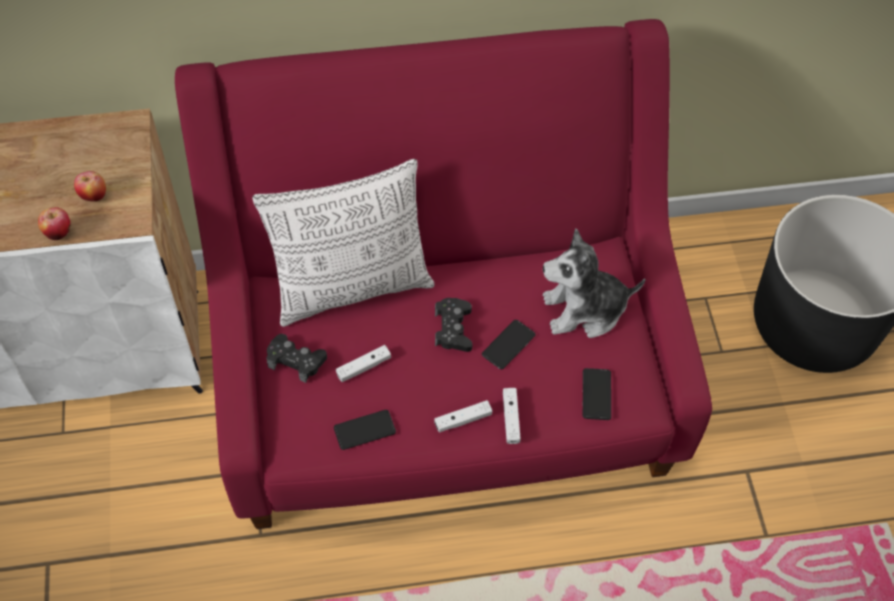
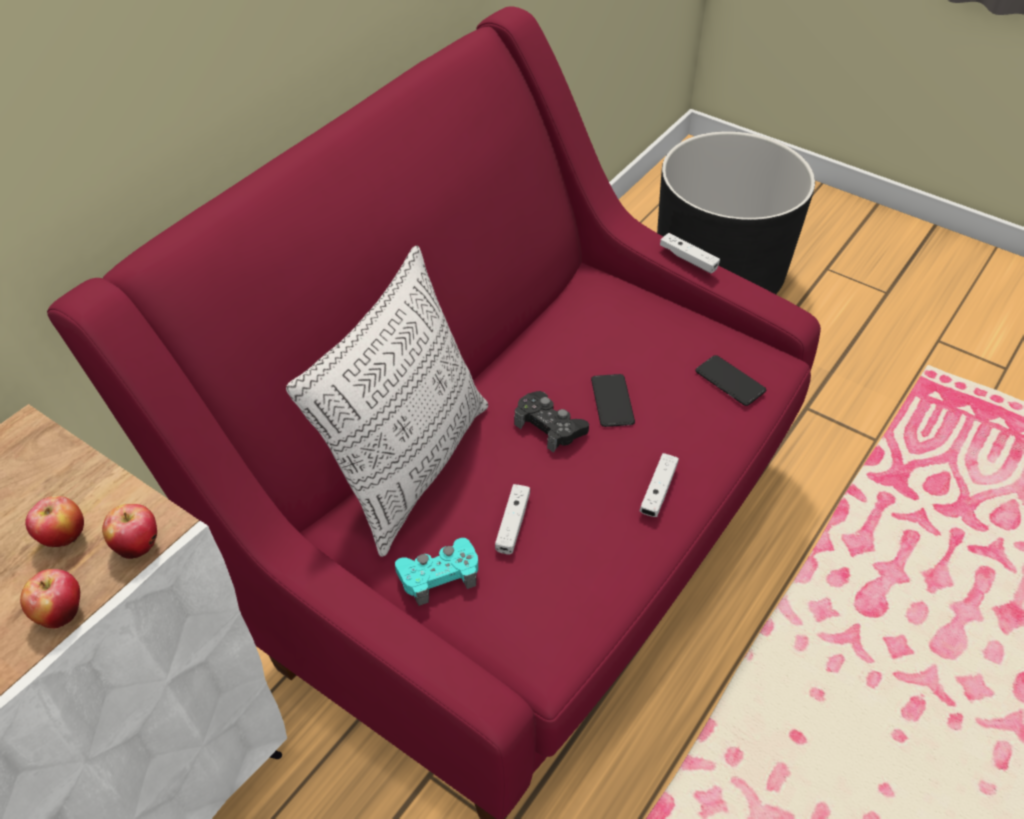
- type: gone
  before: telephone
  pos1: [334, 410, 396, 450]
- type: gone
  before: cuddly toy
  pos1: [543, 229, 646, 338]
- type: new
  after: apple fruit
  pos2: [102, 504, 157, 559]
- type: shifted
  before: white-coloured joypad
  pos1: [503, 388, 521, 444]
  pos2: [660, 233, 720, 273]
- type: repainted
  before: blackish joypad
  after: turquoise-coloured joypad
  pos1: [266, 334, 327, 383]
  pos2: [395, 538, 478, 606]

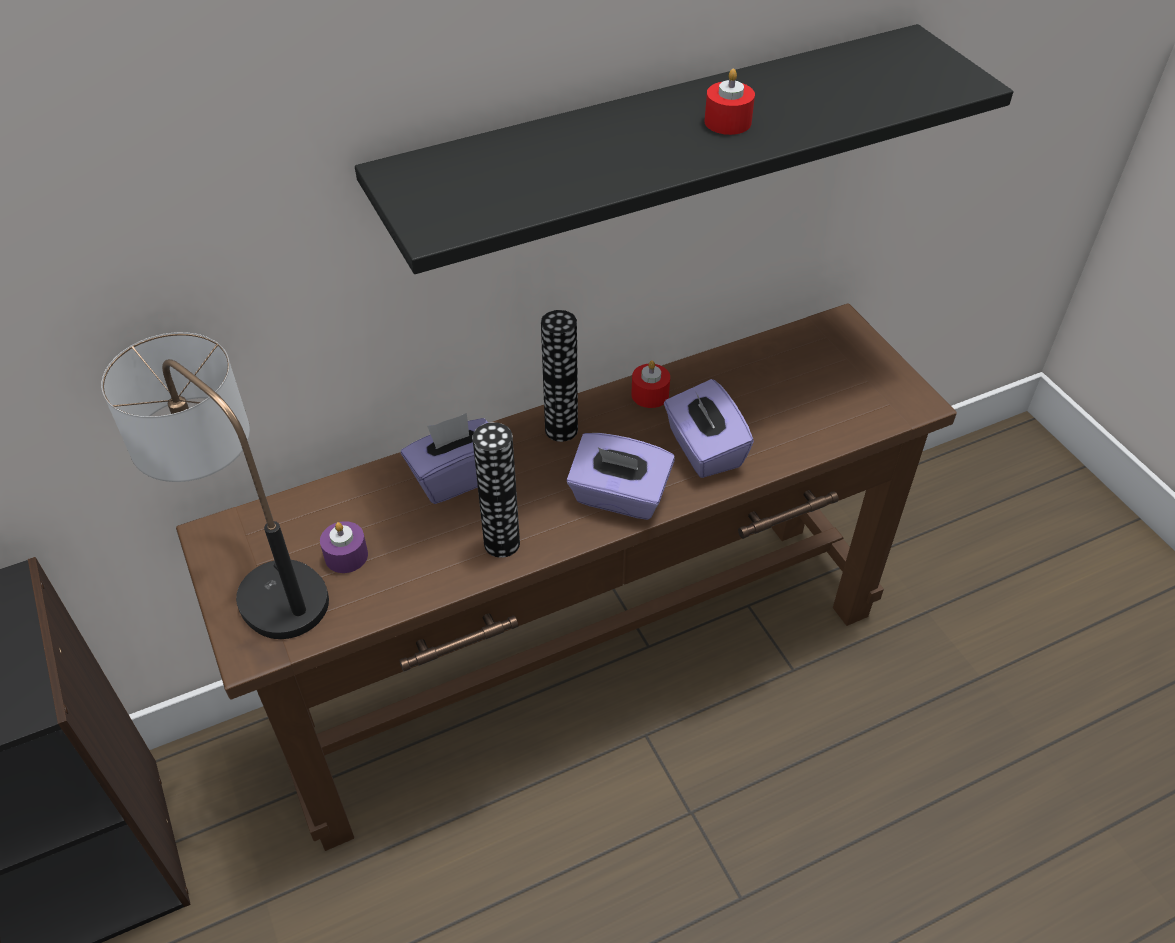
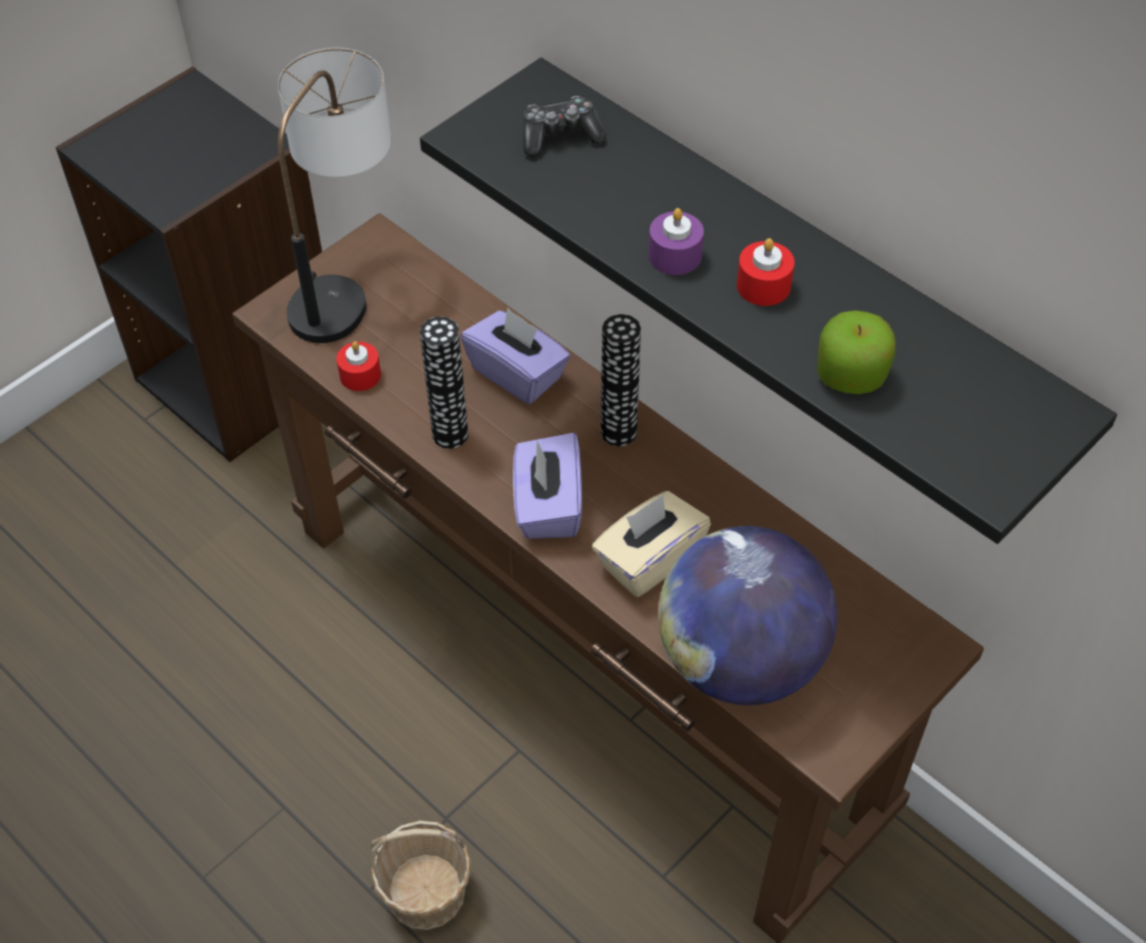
- type: new
  after: storage basket
  pos2: [371, 821, 471, 930]
- type: new
  after: joypad
  pos2: [523, 96, 606, 156]
- type: new
  after: world globe
  pos2: [658, 526, 838, 705]
- type: new
  after: apple fruit
  pos2: [817, 311, 896, 394]
- type: shifted
  before: purple-coloured wax light
  pos1: [320, 521, 368, 573]
  pos2: [649, 208, 704, 275]
- type: shifted
  before: red wax light
  pos1: [631, 360, 670, 408]
  pos2: [336, 341, 381, 391]
- type: repainted
  before: purple-coloured tissue holder
  after: sand-coloured tissue holder
  pos1: [664, 379, 754, 478]
  pos2: [592, 491, 711, 597]

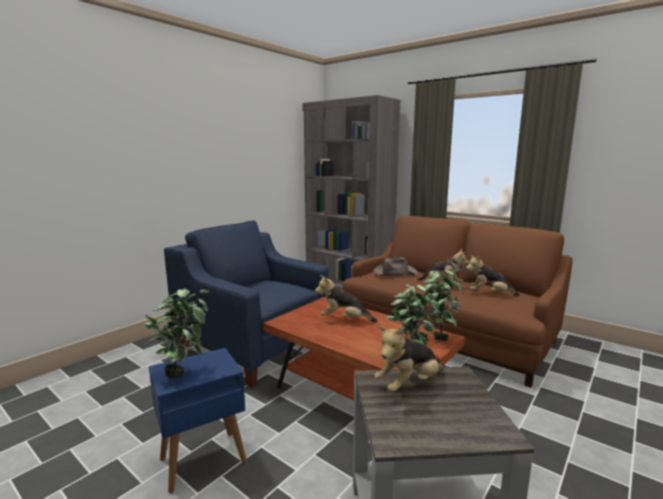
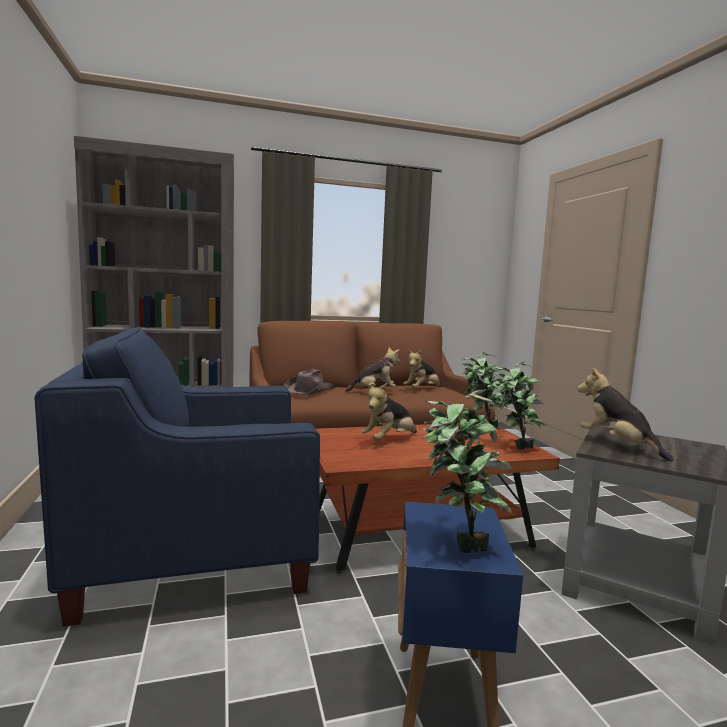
- type: rotated
  before: cuddly toy
  pos1: [374, 326, 444, 392]
  pos2: [577, 368, 673, 461]
  turn: 150

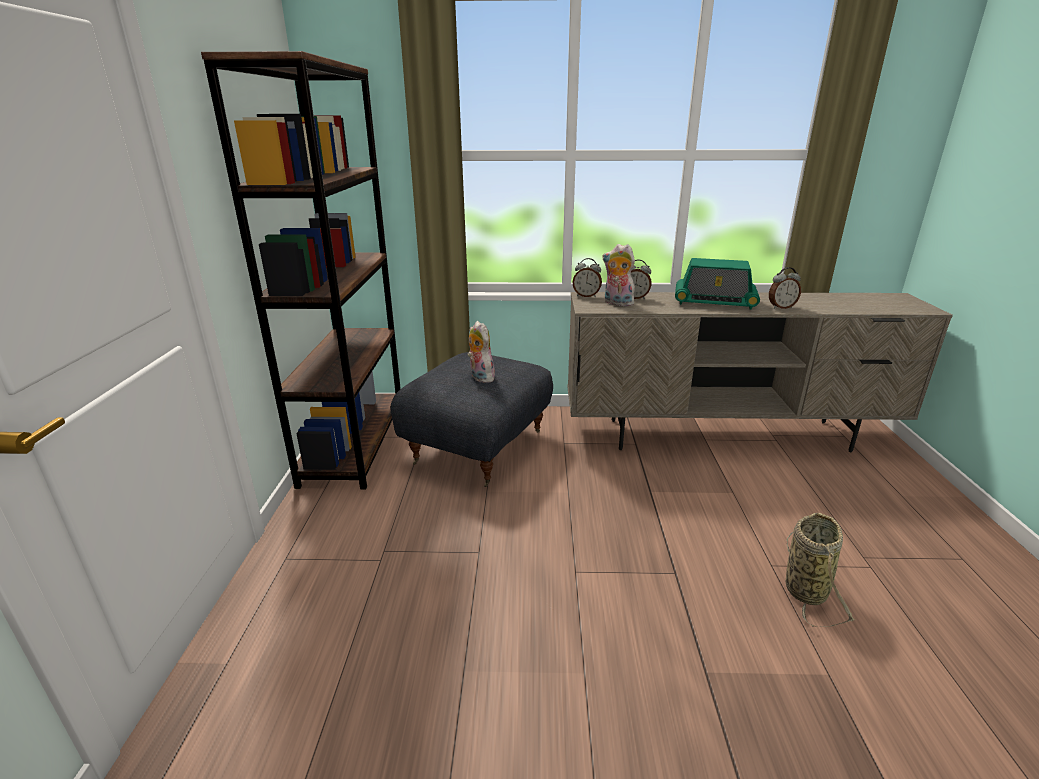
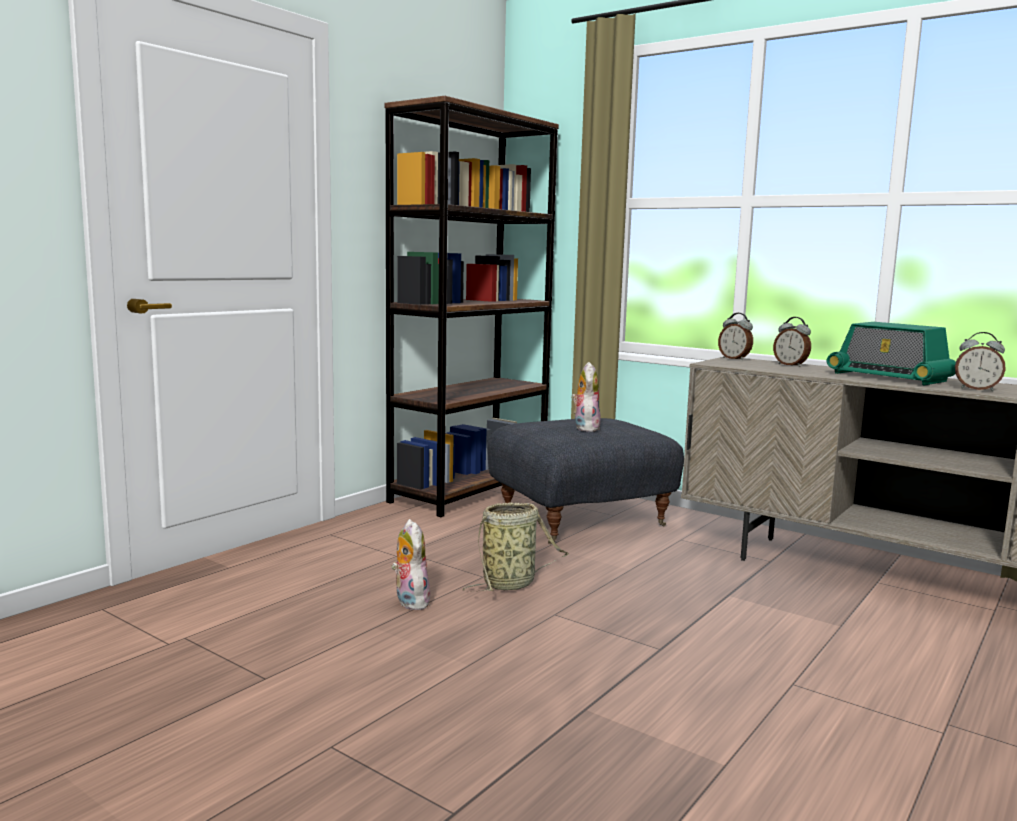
- type: shifted
  before: cuddly toy
  pos1: [602, 244, 636, 306]
  pos2: [391, 519, 430, 610]
- type: shifted
  before: storage basket
  pos1: [786, 513, 855, 627]
  pos2: [463, 502, 569, 592]

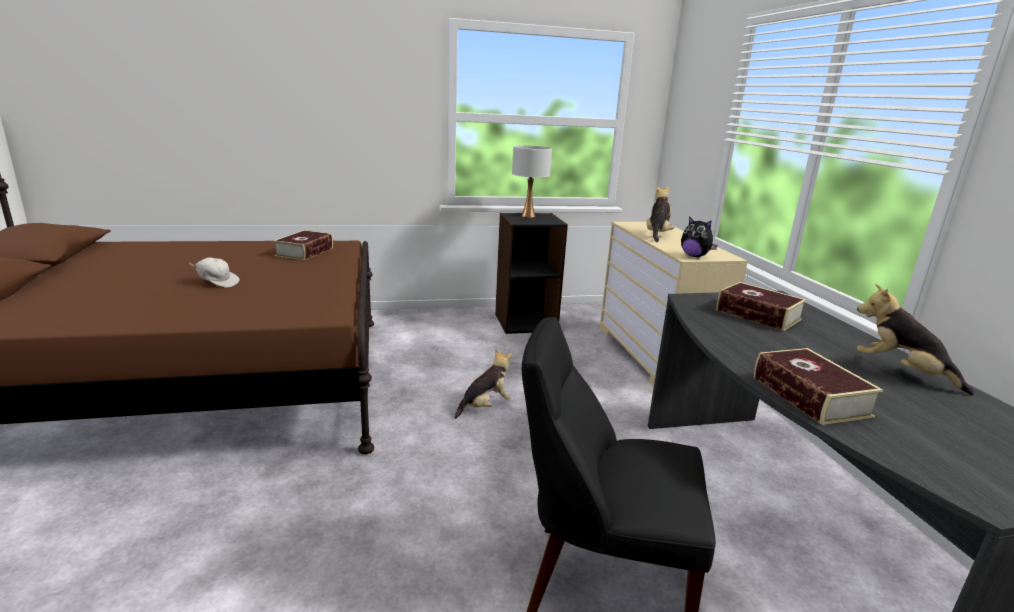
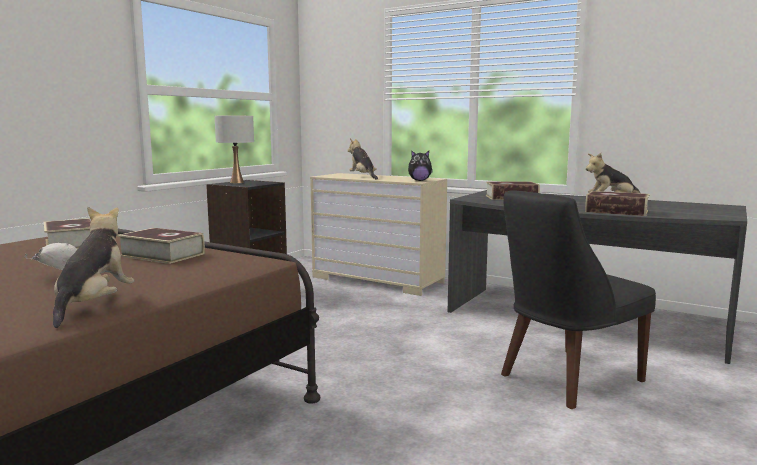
- type: new
  after: bound book
  pos2: [117, 228, 205, 264]
- type: shifted
  before: cuddly toy
  pos1: [454, 349, 512, 419]
  pos2: [53, 207, 135, 328]

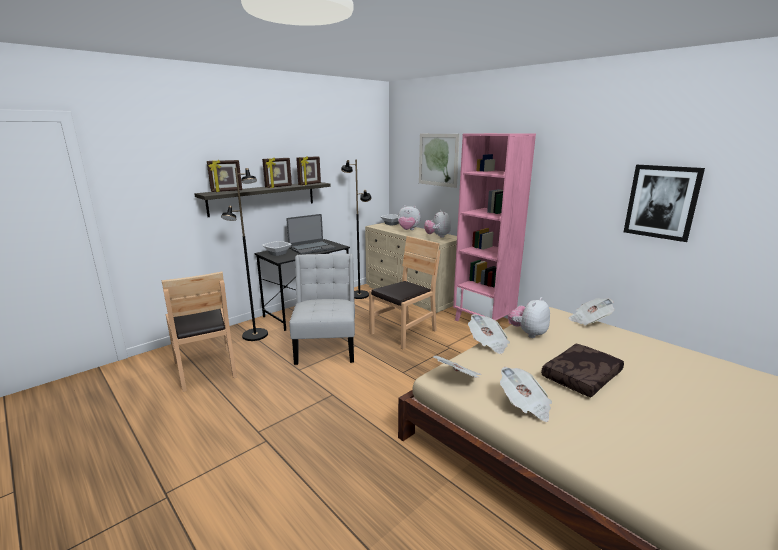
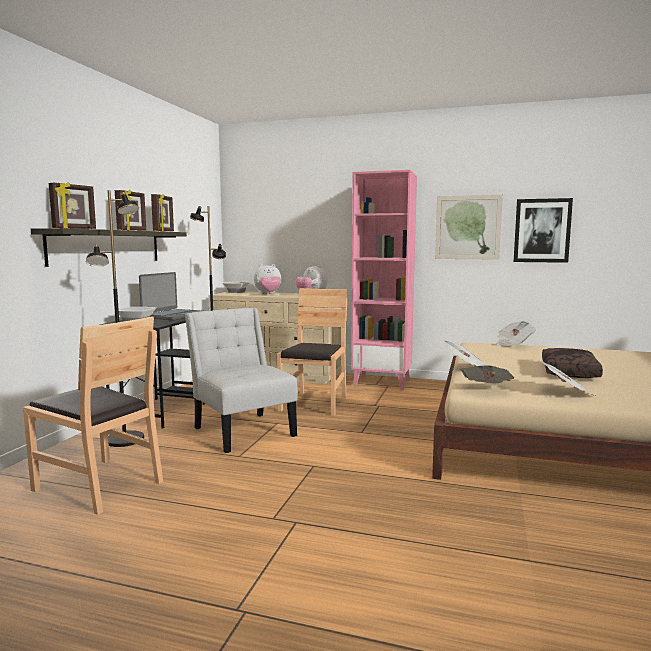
- type: gone
  before: cuddly toy
  pos1: [508, 297, 550, 338]
- type: shifted
  before: wall art
  pos1: [419, 134, 460, 188]
  pos2: [435, 195, 503, 260]

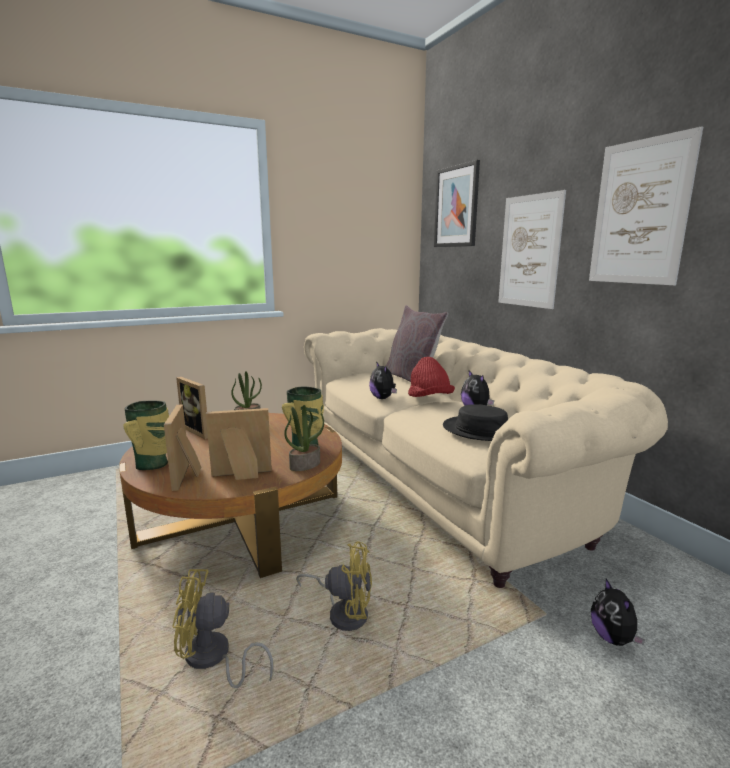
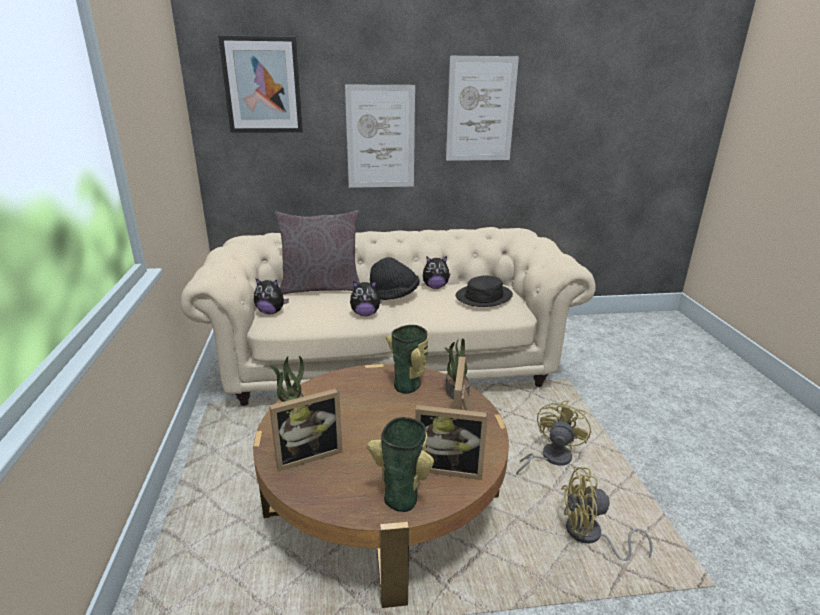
- type: shifted
  before: cuddly toy
  pos1: [591, 579, 645, 646]
  pos2: [254, 278, 289, 314]
- type: repainted
  before: red hat
  after: blackish hat
  pos1: [408, 357, 455, 397]
  pos2: [370, 257, 420, 300]
- type: rotated
  before: yellow-coloured fan
  pos1: [173, 569, 274, 688]
  pos2: [561, 467, 653, 561]
  turn: 75

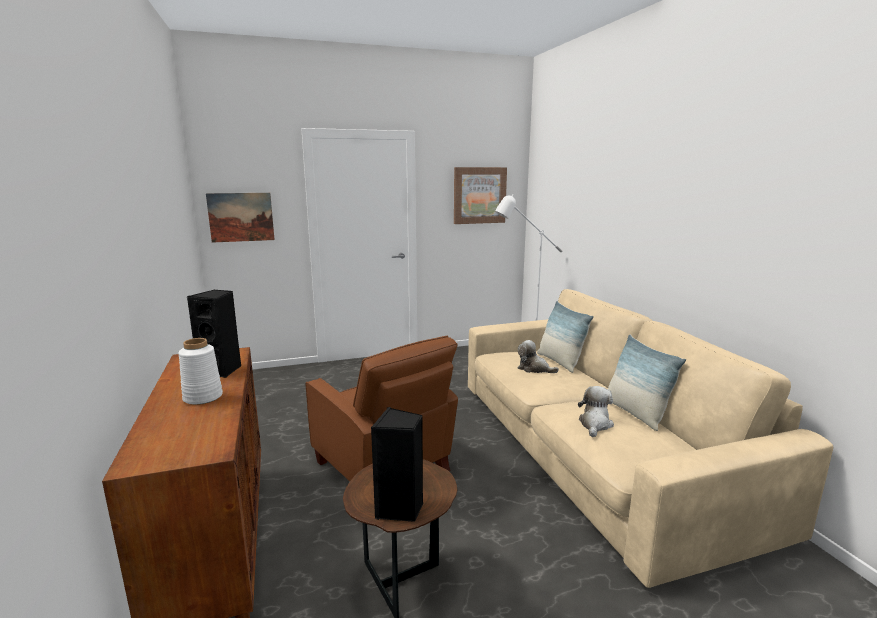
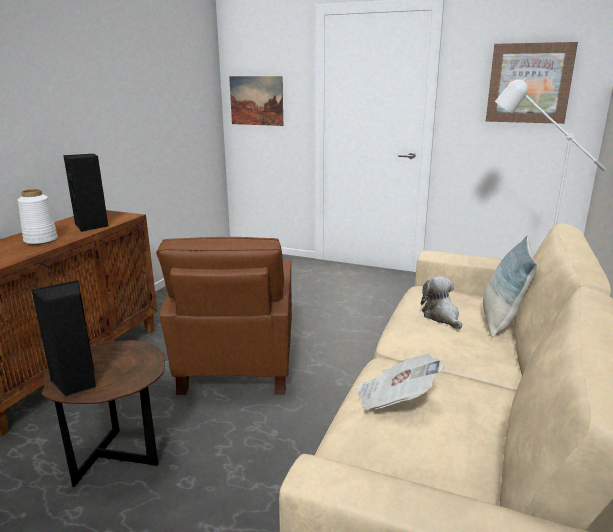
- type: gone
  before: throw pillow
  pos1: [608, 335, 686, 431]
- type: swapped
  before: cuddly toy
  after: newspaper
  pos1: [578, 386, 614, 437]
  pos2: [356, 354, 444, 411]

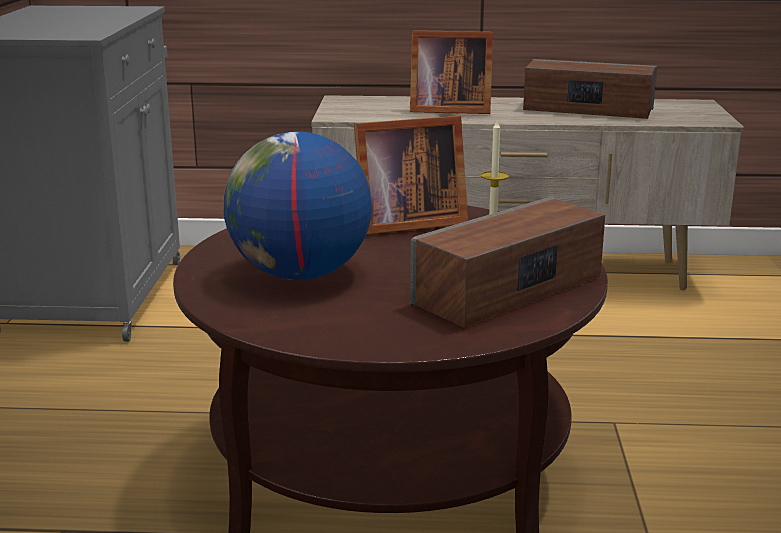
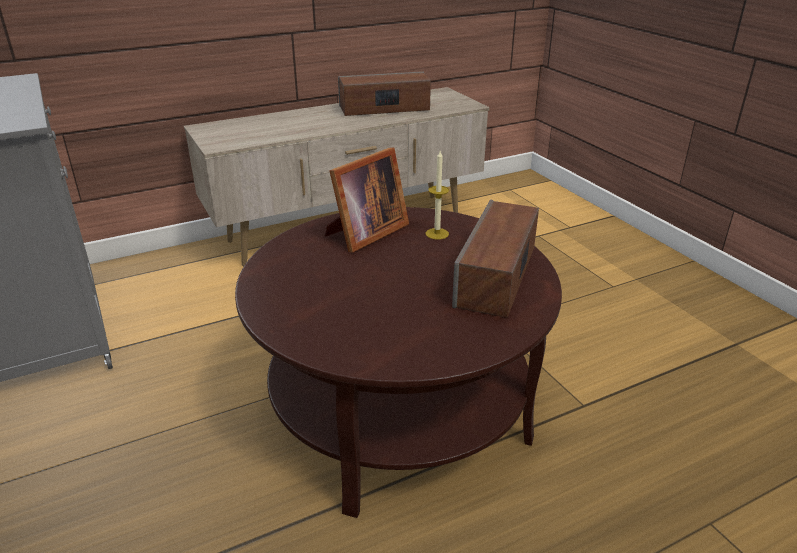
- type: gone
  before: world globe
  pos1: [223, 131, 372, 280]
- type: gone
  before: picture frame
  pos1: [410, 30, 493, 114]

